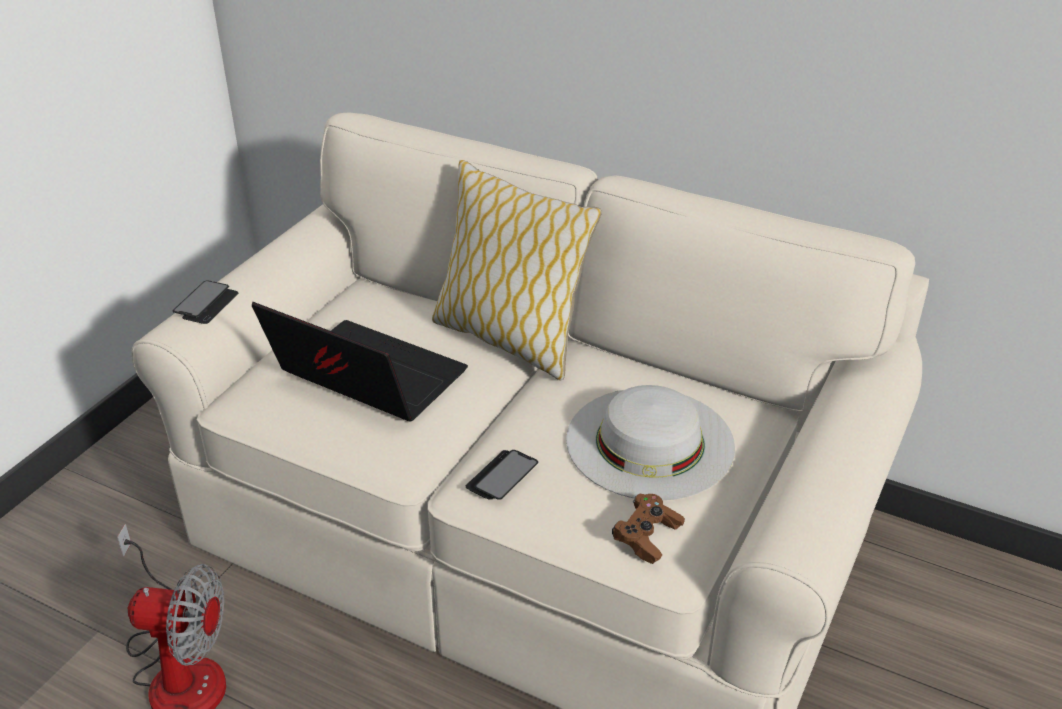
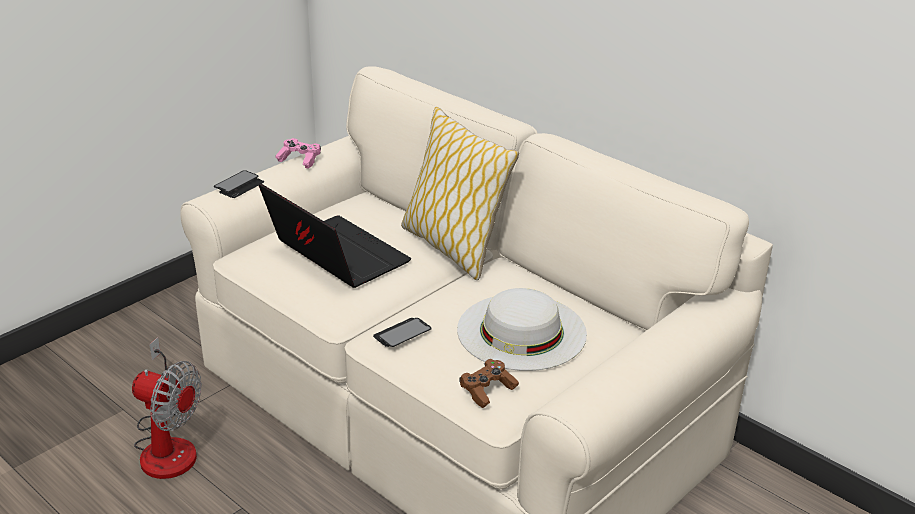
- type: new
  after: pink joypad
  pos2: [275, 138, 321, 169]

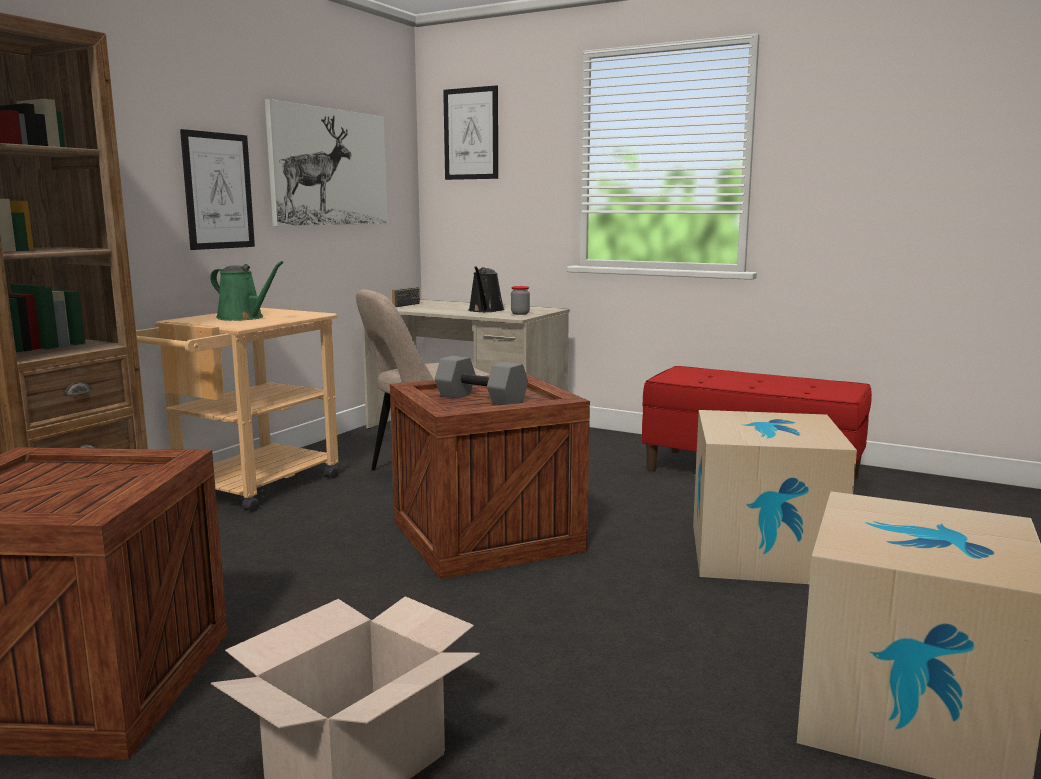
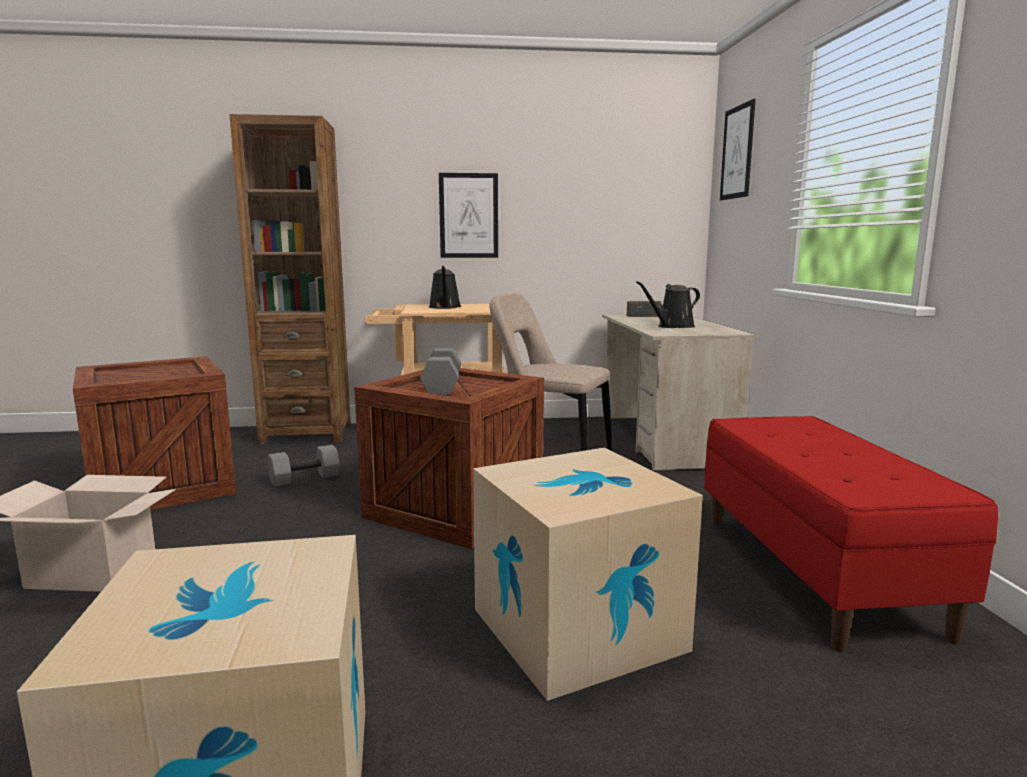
- type: gone
  before: wall art
  pos1: [265, 99, 387, 226]
- type: gone
  before: storage jar
  pos1: [511, 286, 530, 315]
- type: new
  after: grey hand weight
  pos2: [268, 445, 340, 487]
- type: repainted
  before: green watering pot
  after: blackish watering pot
  pos1: [210, 261, 284, 321]
  pos2: [429, 266, 461, 309]

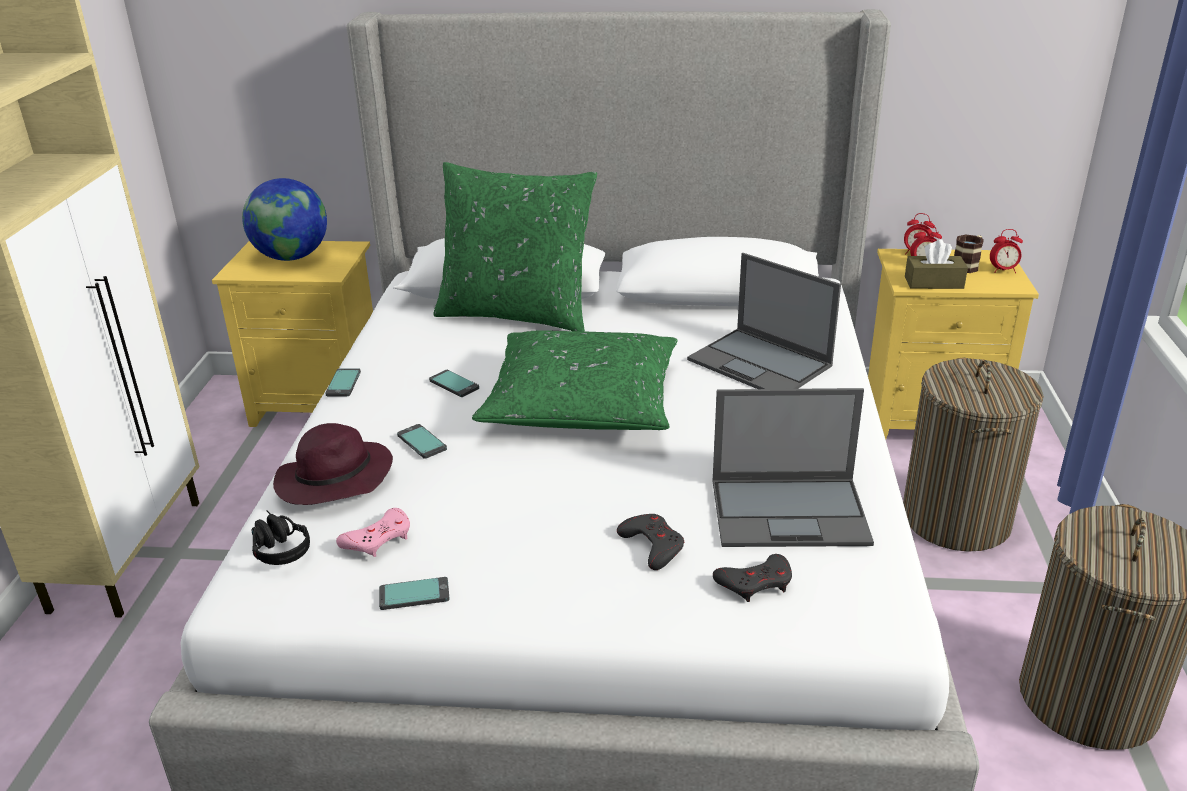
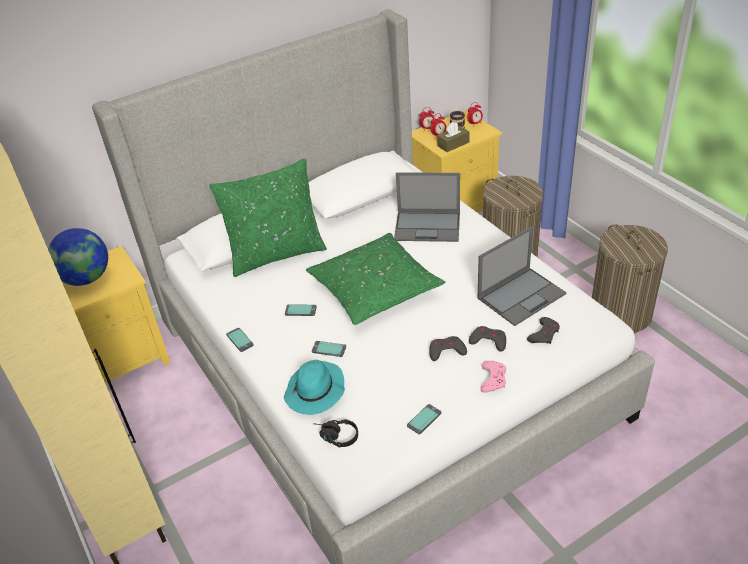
- type: new
  after: grey joypad
  pos2: [429, 336, 467, 361]
- type: shifted
  before: pink joypad
  pos1: [336, 508, 410, 557]
  pos2: [480, 361, 506, 393]
- type: repainted
  before: purple-coloured hat
  after: turquoise-coloured hat
  pos1: [273, 423, 393, 505]
  pos2: [284, 360, 345, 415]

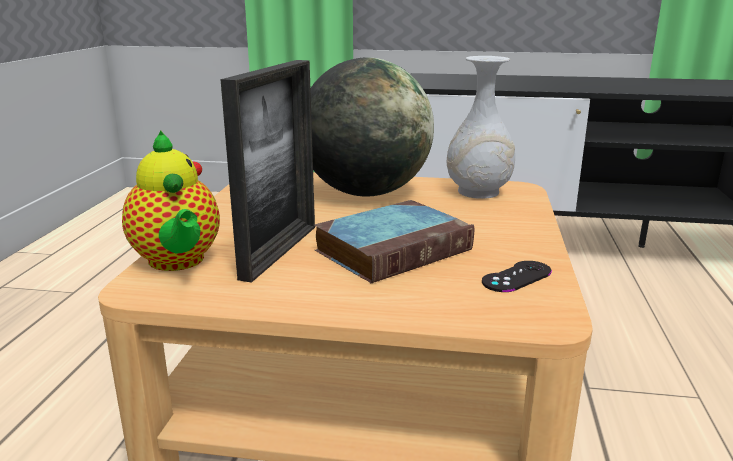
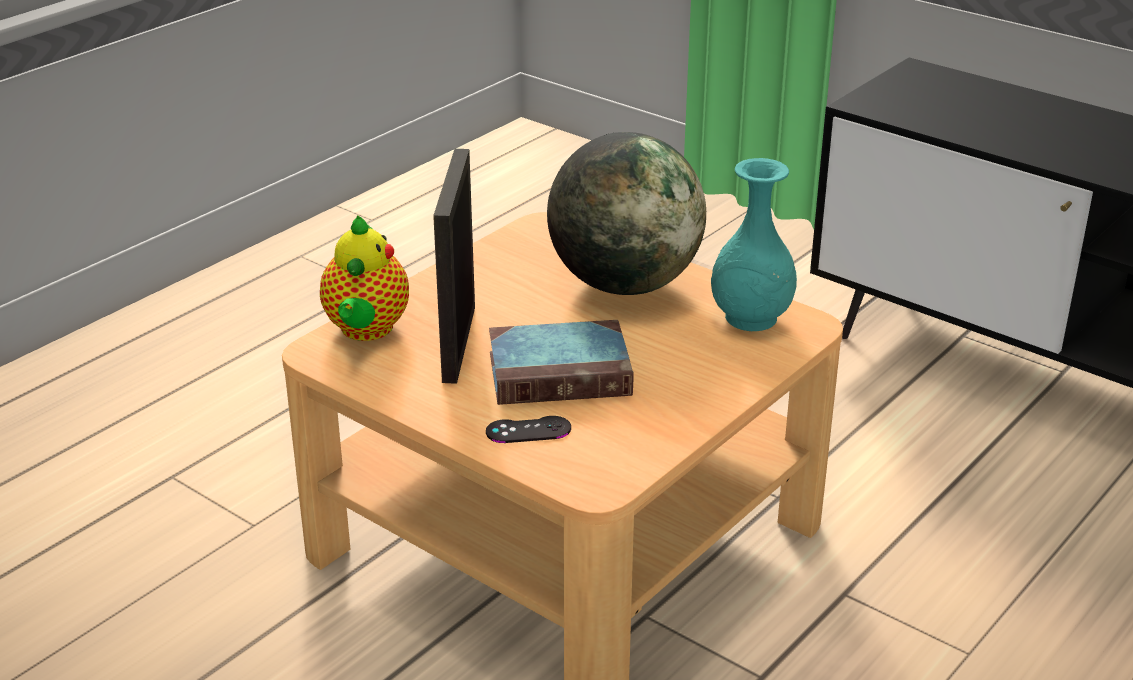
- type: shifted
  before: blackish joypad
  pos1: [482, 261, 552, 292]
  pos2: [486, 416, 571, 443]
- type: repainted
  before: white-coloured vase
  after: turquoise-coloured vase
  pos1: [447, 56, 515, 199]
  pos2: [711, 158, 797, 331]
- type: rotated
  before: picture frame
  pos1: [220, 60, 315, 283]
  pos2: [433, 149, 475, 384]
  turn: 135

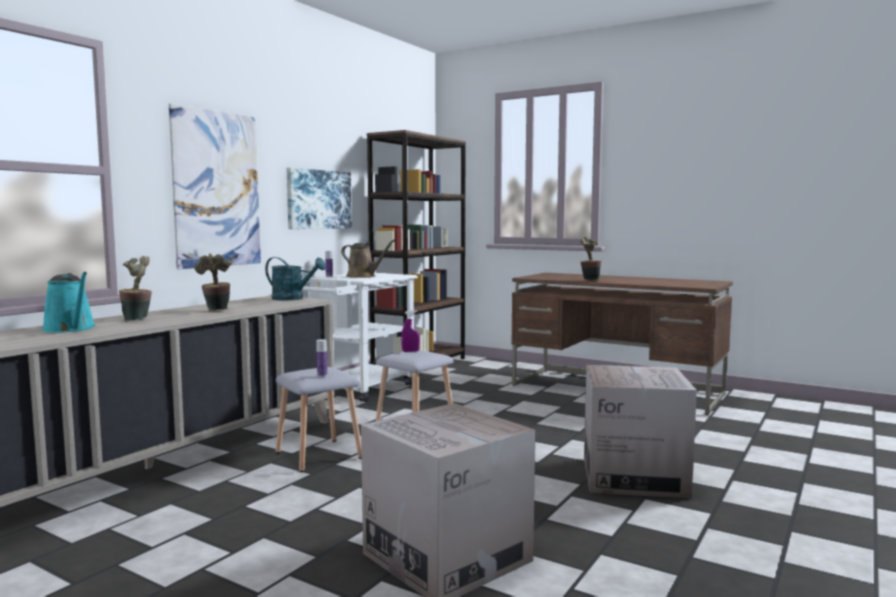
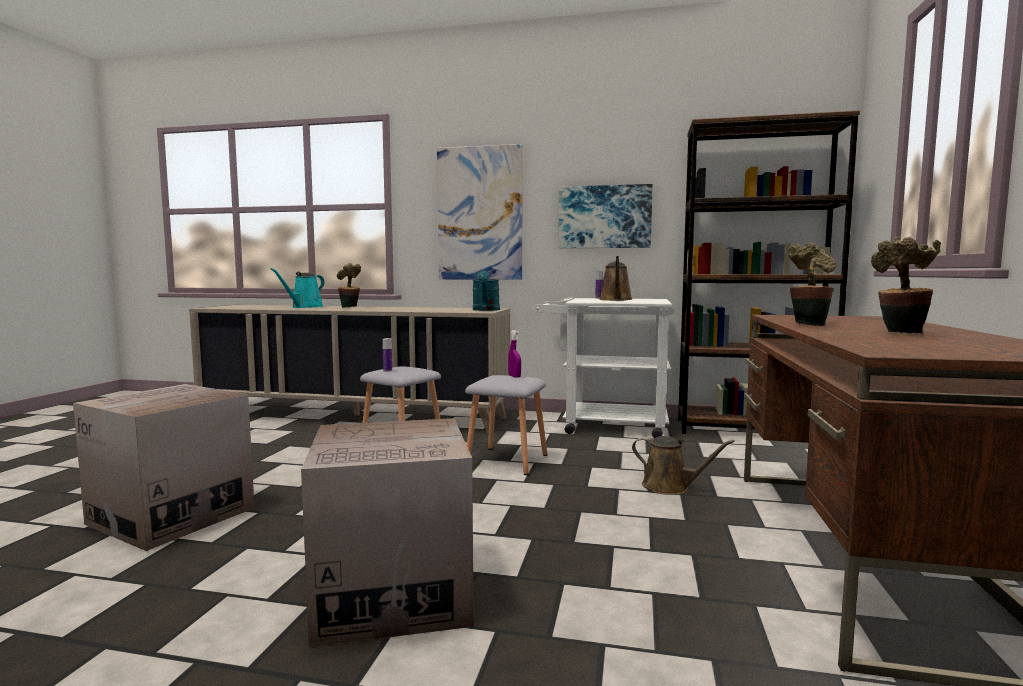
- type: new
  after: brown-coloured watering pot
  pos2: [632, 436, 735, 495]
- type: shifted
  before: potted plant
  pos1: [194, 253, 232, 310]
  pos2: [871, 236, 941, 334]

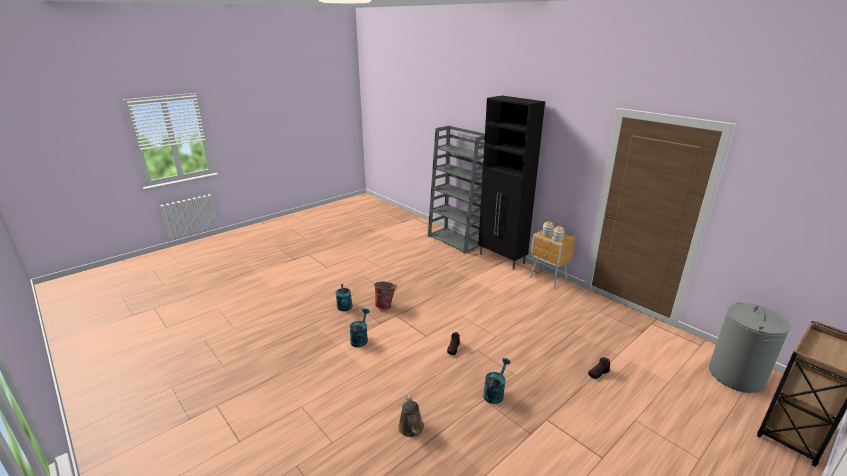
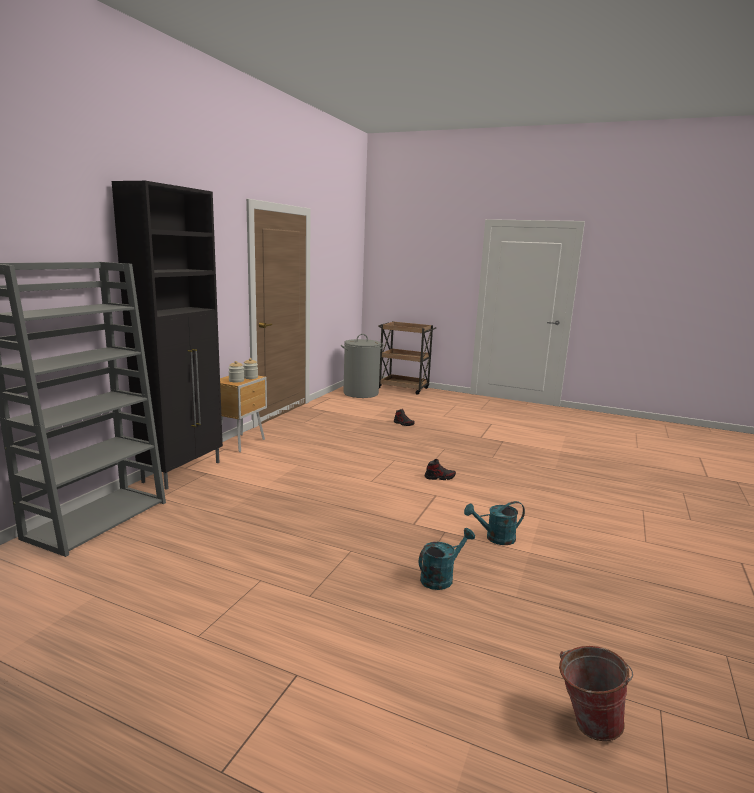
- type: gone
  before: brown-coloured watering pot
  pos1: [398, 394, 424, 437]
- type: gone
  before: turquoise-coloured watering pot
  pos1: [483, 358, 511, 404]
- type: shifted
  before: water bucket
  pos1: [374, 282, 397, 309]
  pos2: [559, 646, 633, 741]

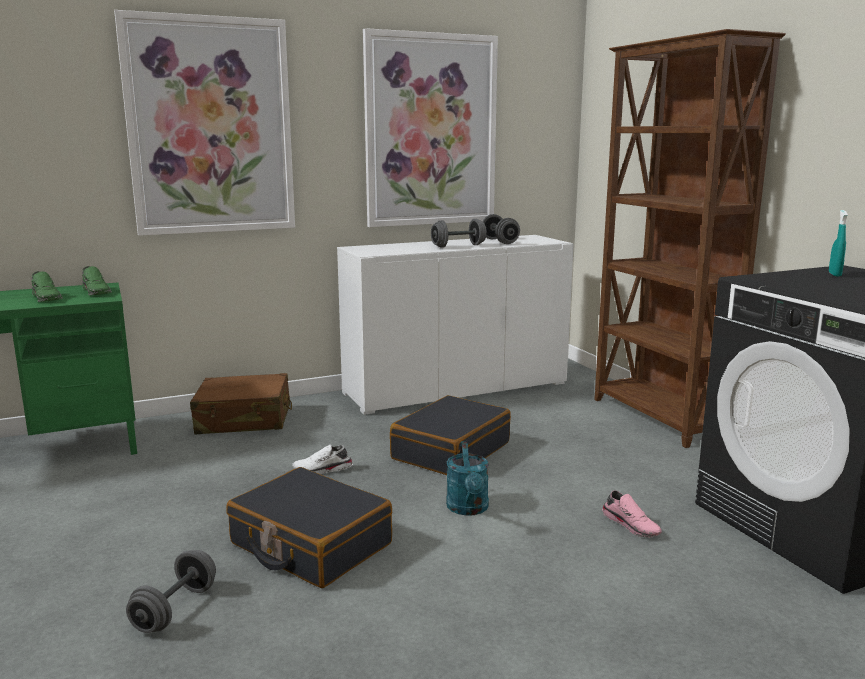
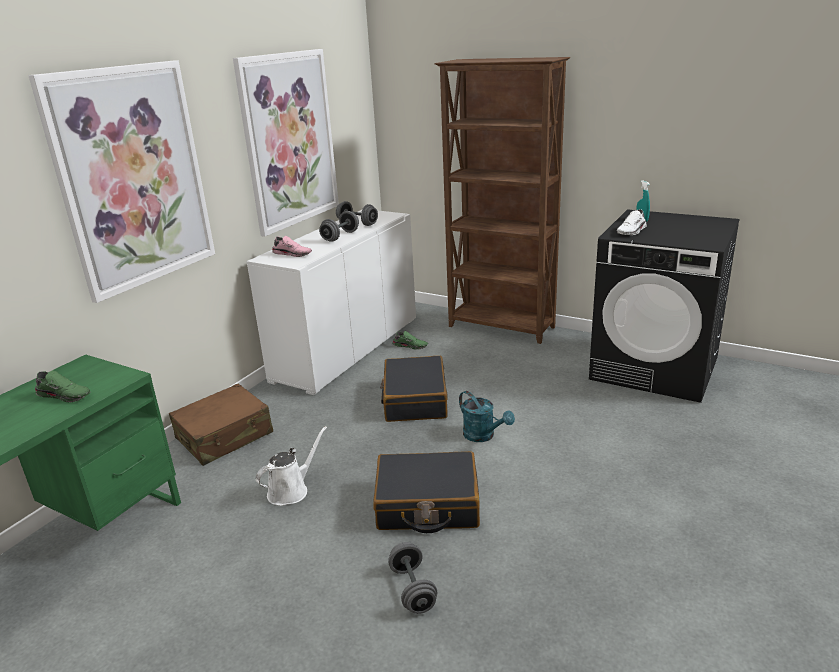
- type: new
  after: white-coloured watering pot
  pos2: [256, 426, 327, 506]
- type: shifted
  before: green shoe
  pos1: [82, 266, 112, 296]
  pos2: [393, 331, 428, 350]
- type: shifted
  before: white-coloured shoe
  pos1: [292, 445, 353, 474]
  pos2: [617, 209, 647, 235]
- type: shifted
  before: pink shoe
  pos1: [602, 490, 662, 538]
  pos2: [272, 236, 312, 257]

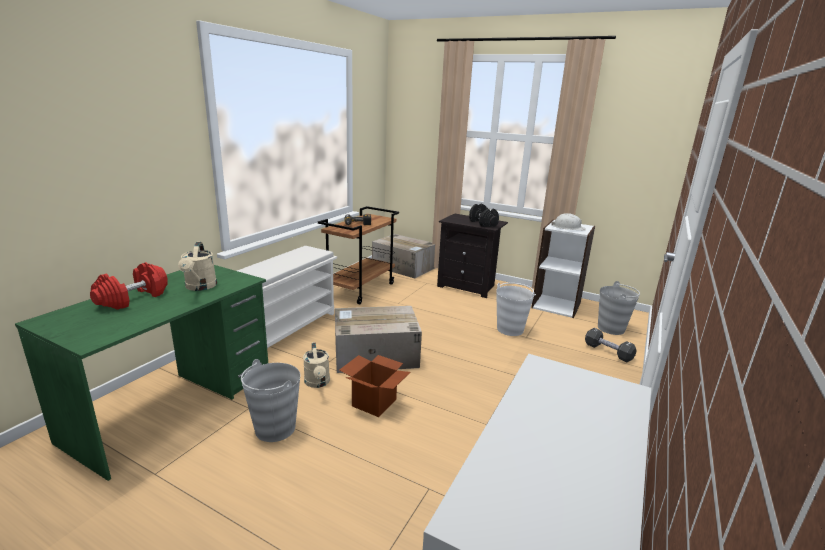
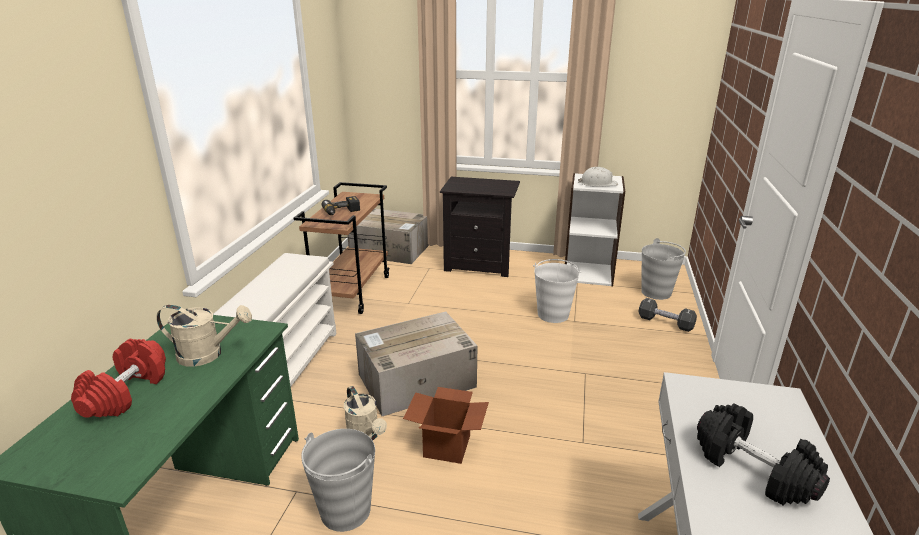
- type: shifted
  before: blackish hand weight
  pos1: [469, 204, 499, 227]
  pos2: [697, 404, 830, 505]
- type: rotated
  before: sand-coloured watering pot
  pos1: [178, 242, 217, 291]
  pos2: [156, 305, 252, 367]
  turn: -60

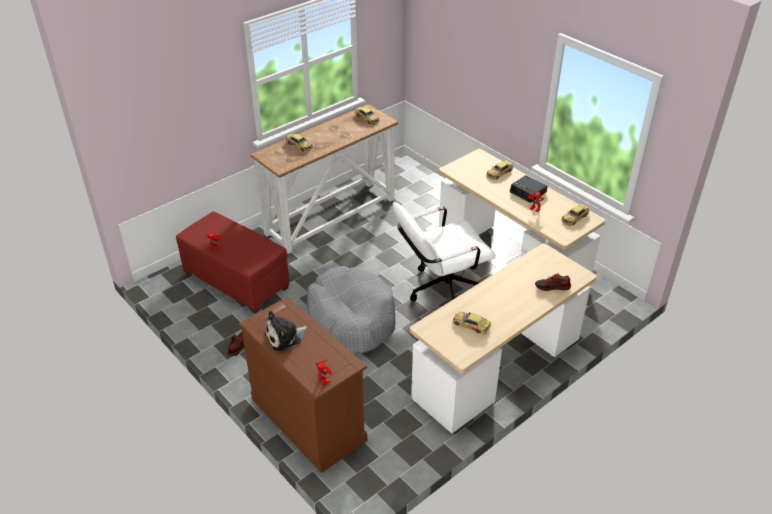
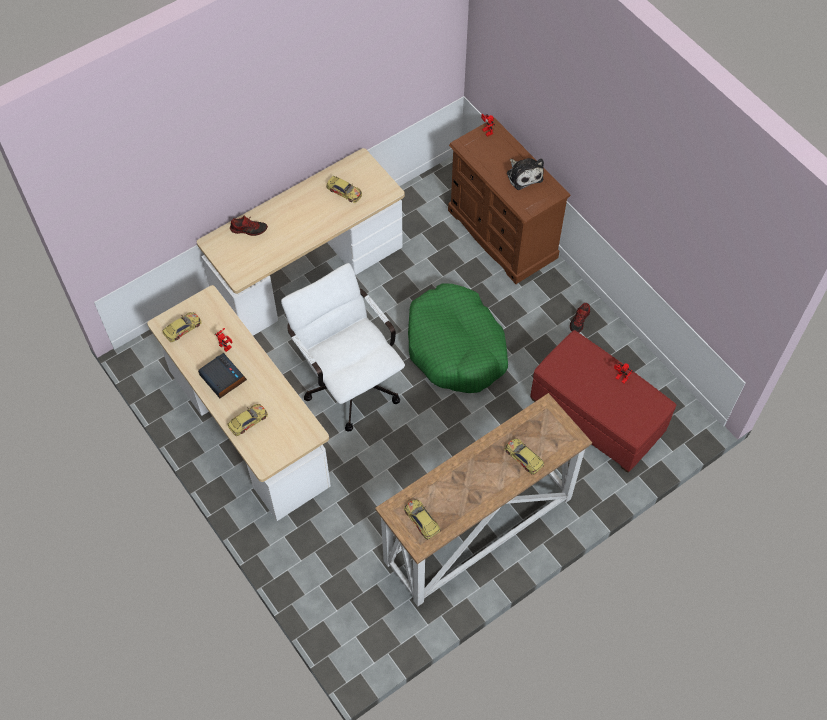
- type: repainted
  before: grey pet bed
  after: green pet bed
  pos1: [307, 266, 395, 353]
  pos2: [408, 283, 508, 393]
- type: rotated
  before: cuddly toy
  pos1: [265, 311, 308, 351]
  pos2: [507, 158, 544, 190]
  turn: 90
- type: rotated
  before: white-coloured desk chair
  pos1: [393, 202, 496, 301]
  pos2: [281, 263, 405, 432]
  turn: -105

